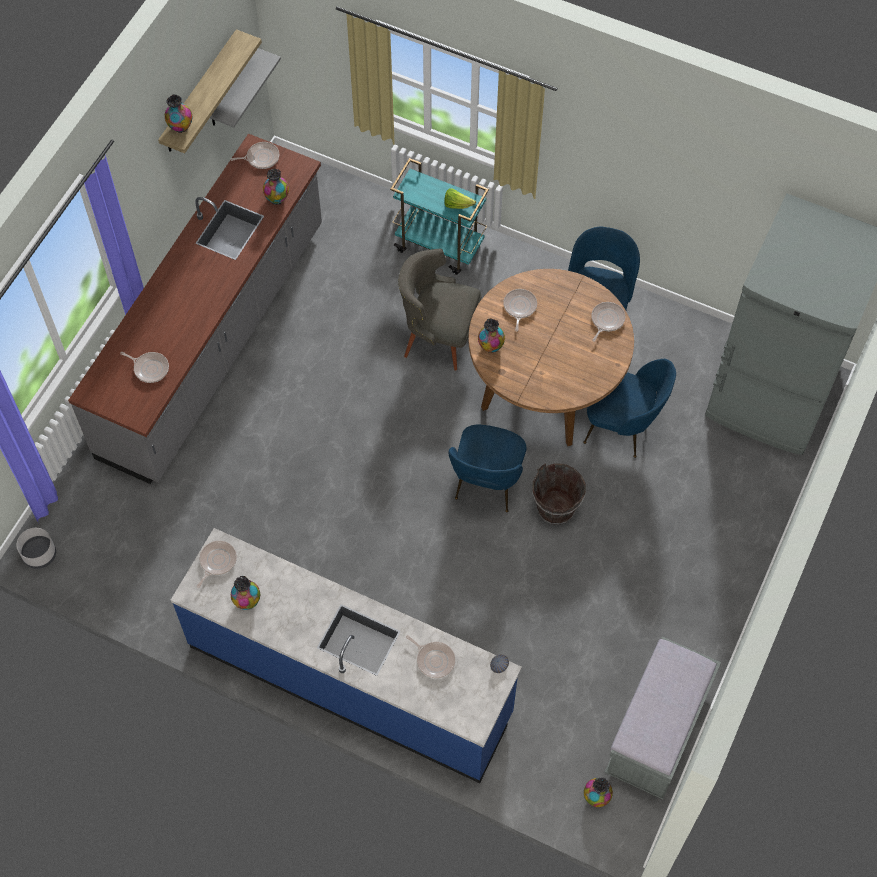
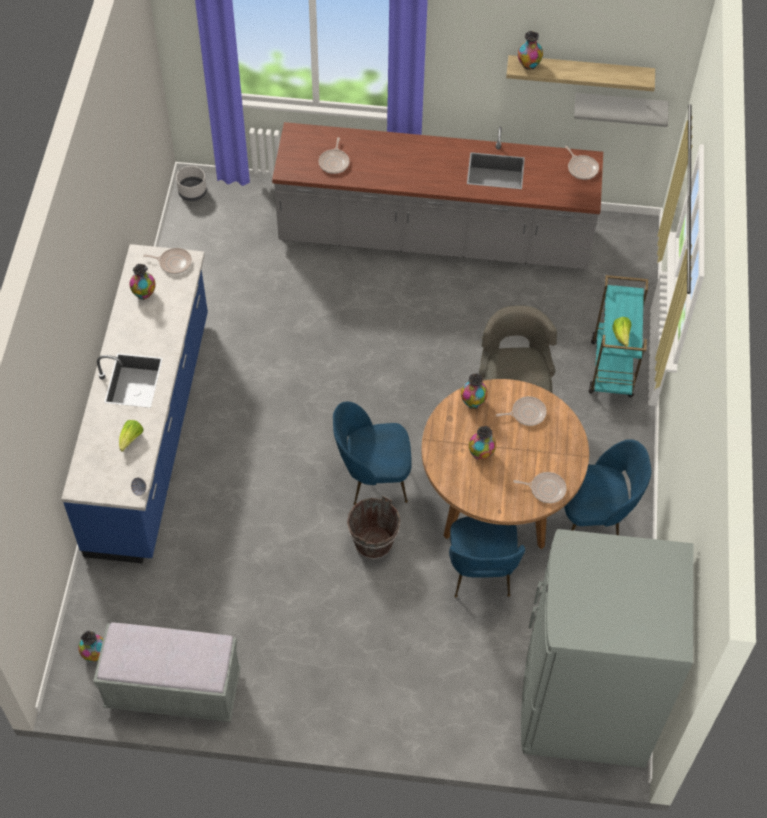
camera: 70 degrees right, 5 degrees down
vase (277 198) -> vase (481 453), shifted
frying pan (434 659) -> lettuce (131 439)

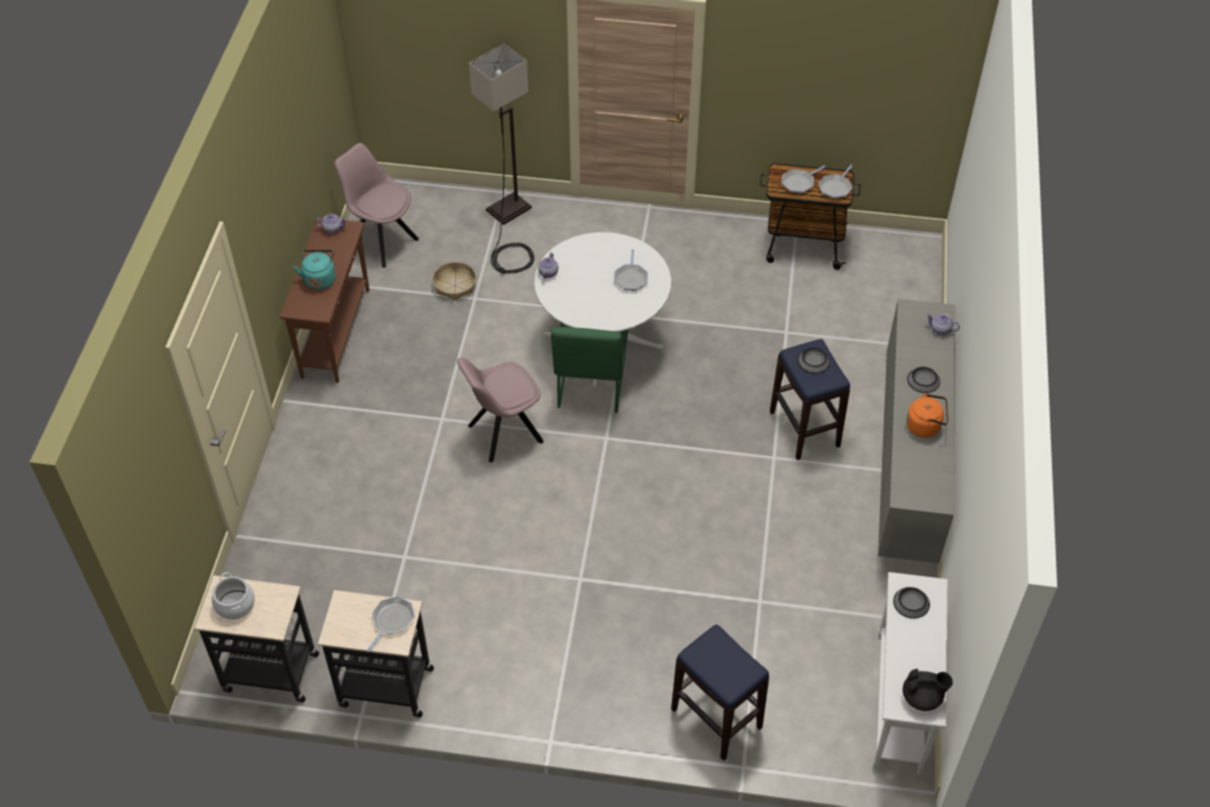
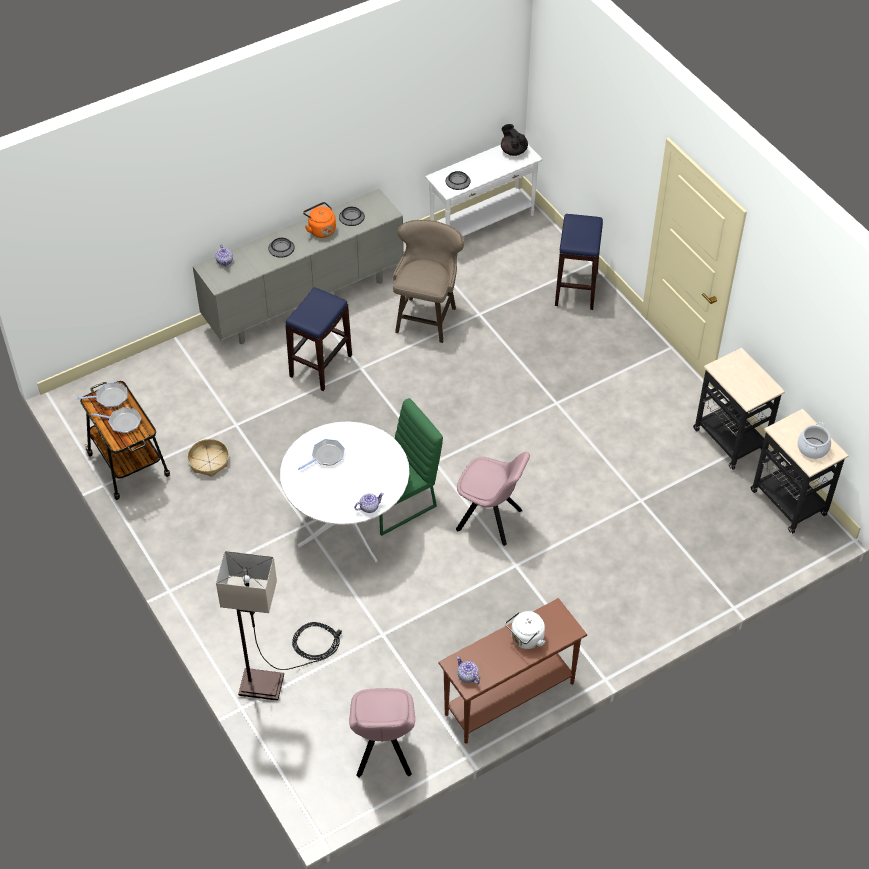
camera: 130 degrees left, 0 degrees up
frying pan (392 621) -> none
none -> beige stool (427 317)
basket (455 285) -> basket (209 462), shifted
bowl (813 361) -> bowl (351 217), shifted
turquoise kettle (319 279) -> white kettle (525 639)

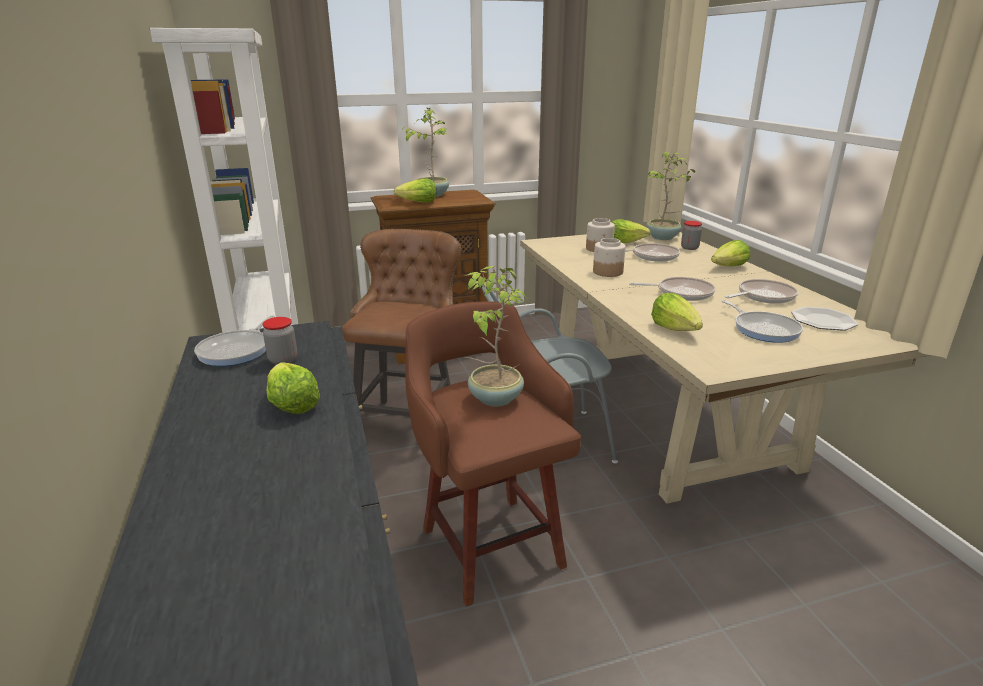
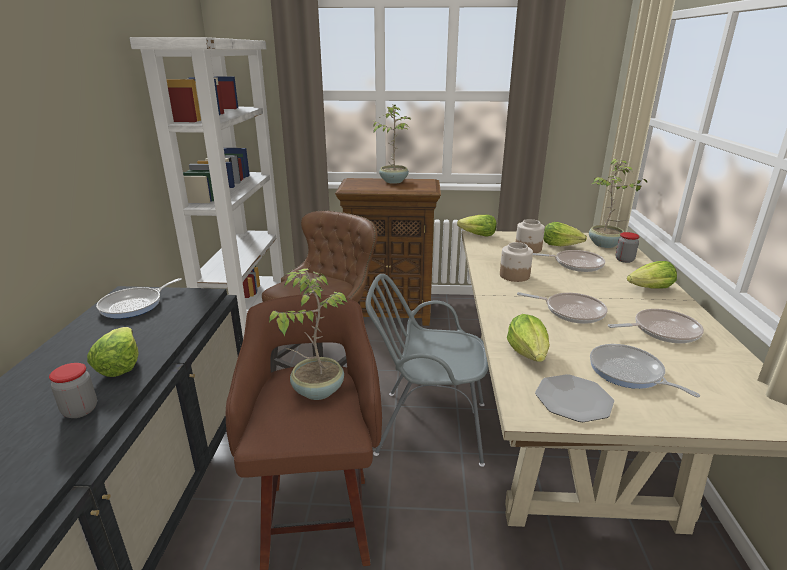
camera: 20 degrees right, 0 degrees up
jar (283 360) -> jar (80 410), shifted
lettuce (418 203) -> lettuce (477 235), shifted
plate (823 320) -> plate (573 399), shifted
frying pan (763 329) -> frying pan (629 373), 150 degrees clockwise

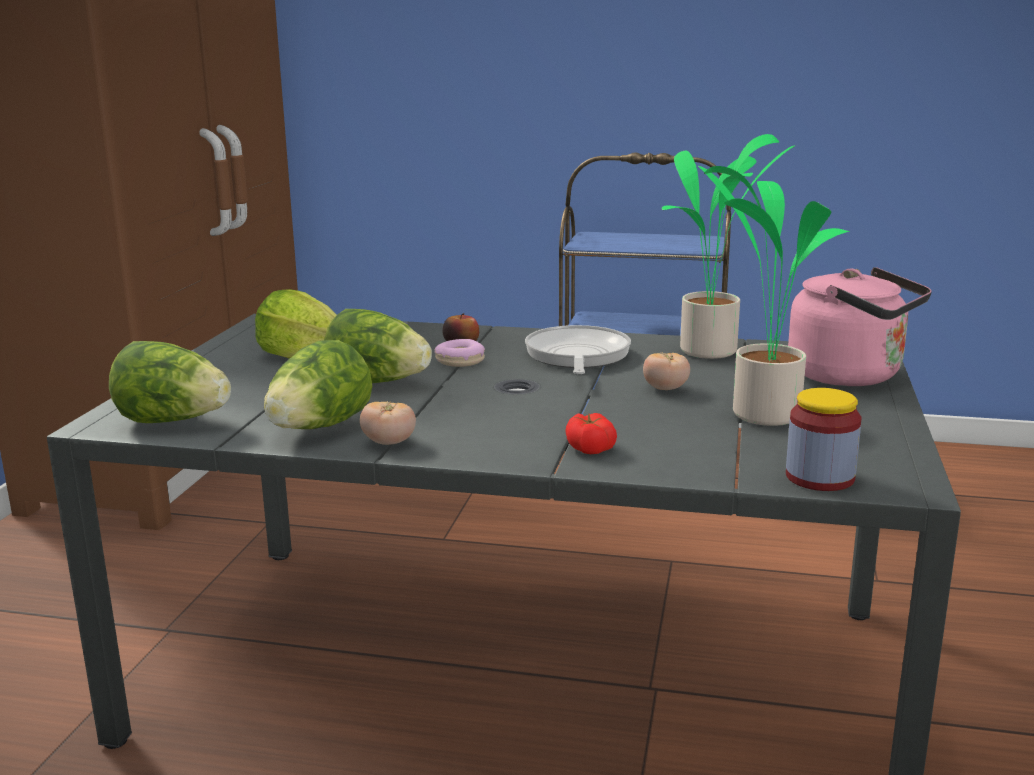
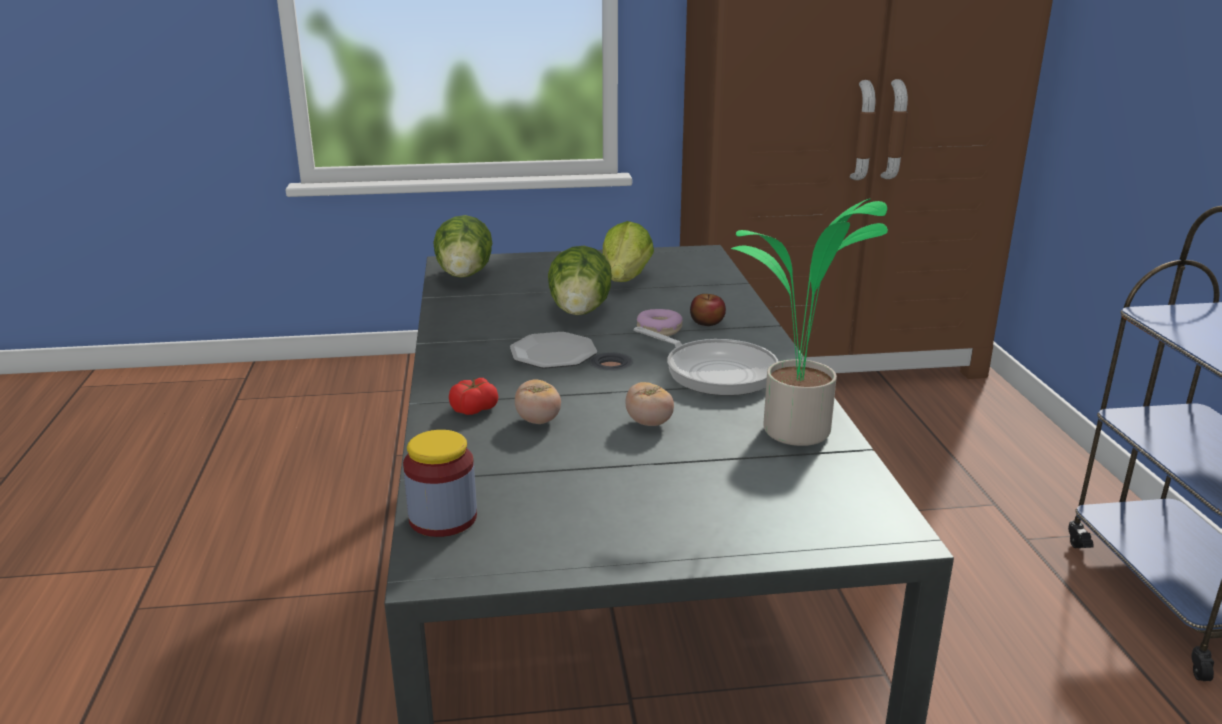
camera: 70 degrees right, 5 degrees up
lettuce (319 428) -> none
potted plant (761 414) -> none
pink kettle (852 376) -> none
none -> plate (553 354)
tomato (389 443) -> tomato (538 420), shifted
frying pan (577 356) -> frying pan (715 372), 60 degrees clockwise

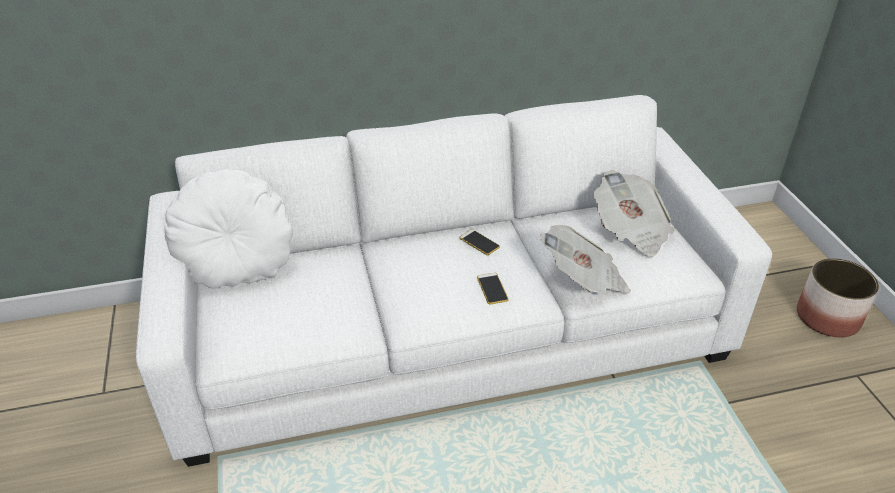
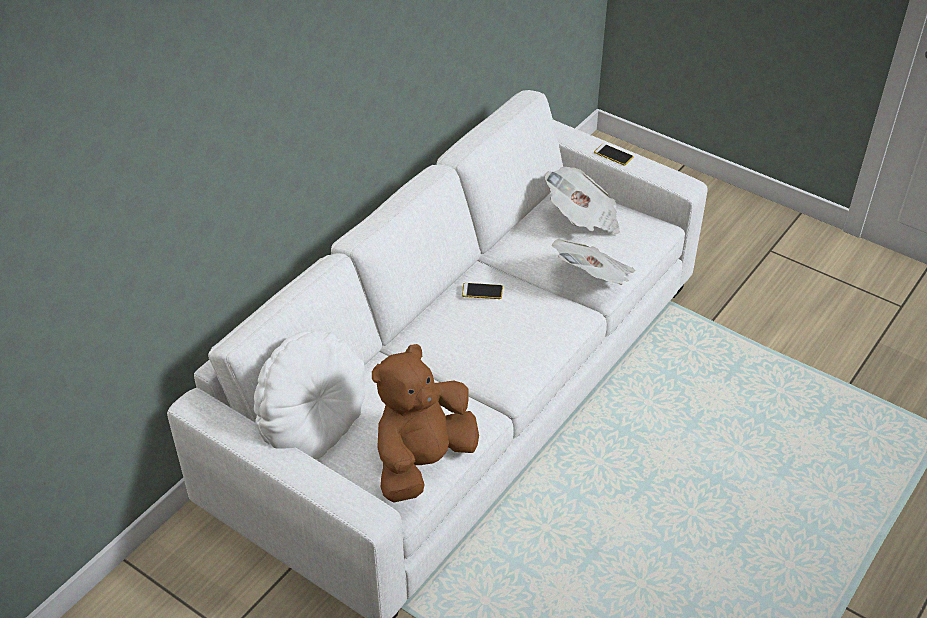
camera: 40 degrees left, 5 degrees up
planter (827 318) -> none
none -> brown plush toy (422 461)
phone (492 289) -> phone (613 155), shifted

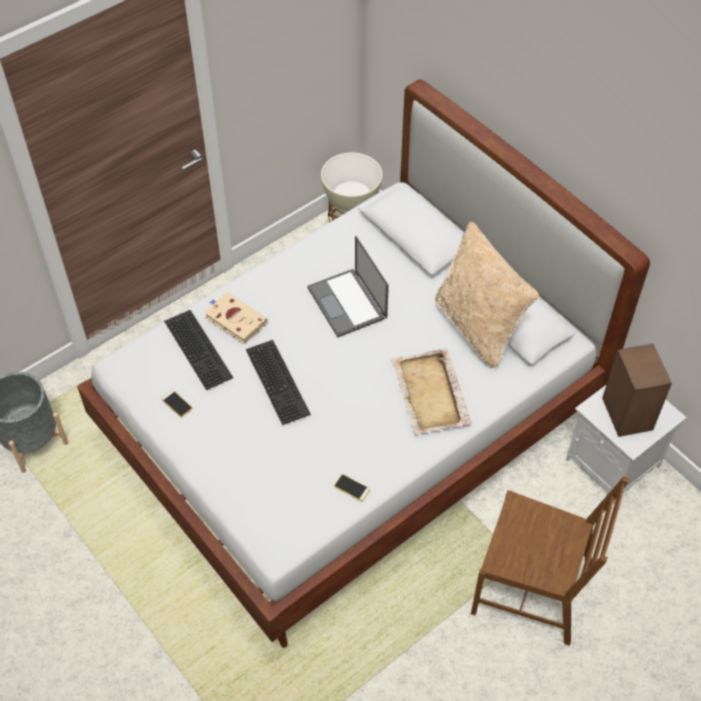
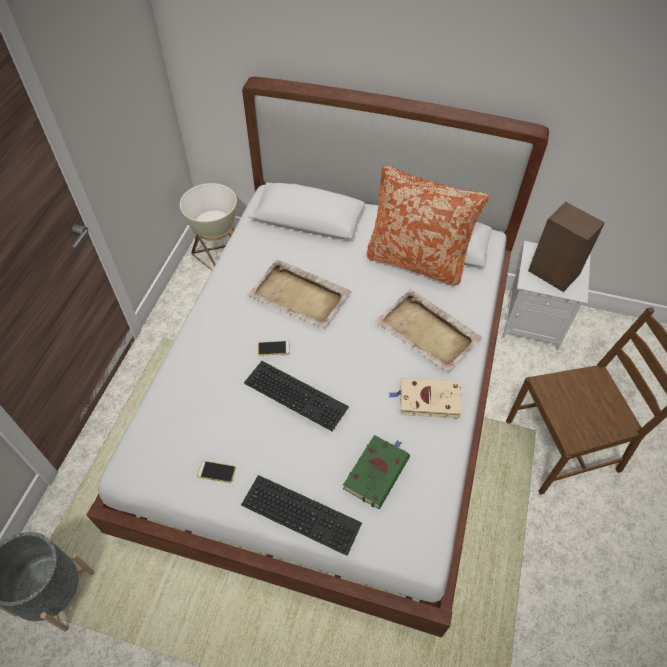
camera: 35 degrees left, 0 degrees up
none -> green book (377 471)
keyboard (200 349) -> keyboard (303 512), shifted
beige book (234 320) -> beige book (427 400), shifted
phone (352 488) -> phone (273 348), shifted
laptop (348 303) -> beige tray (300 296)
beige pillow (476 330) -> orange pillow (416 264)

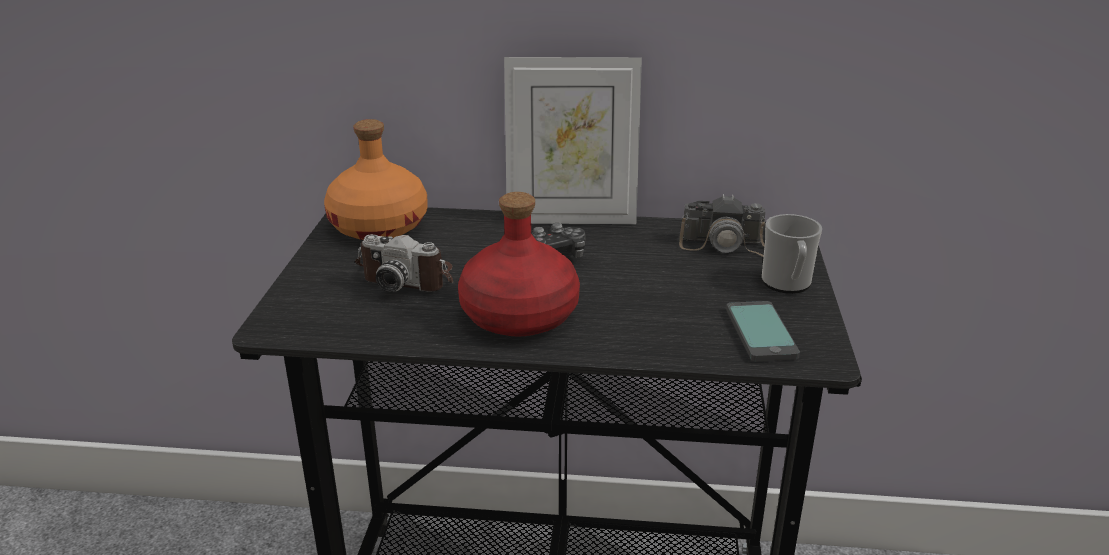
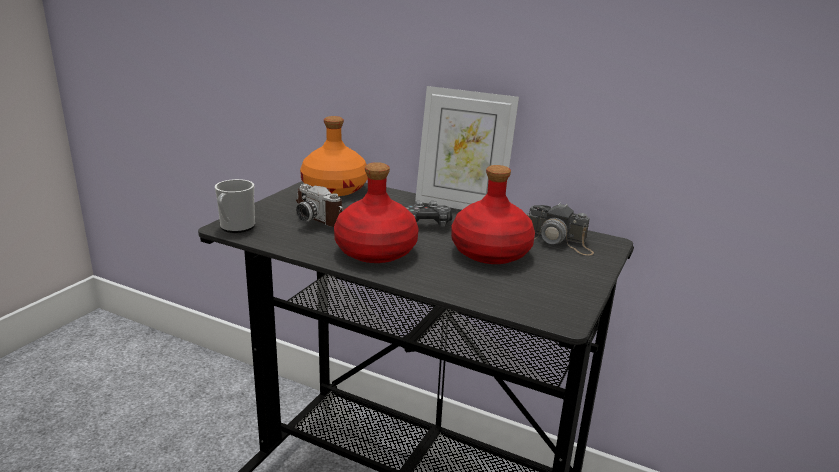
camera: 20 degrees right, 5 degrees down
phone (761 332) -> none
none -> red bottle (491 252)
mug (787 284) -> mug (235 228), shifted

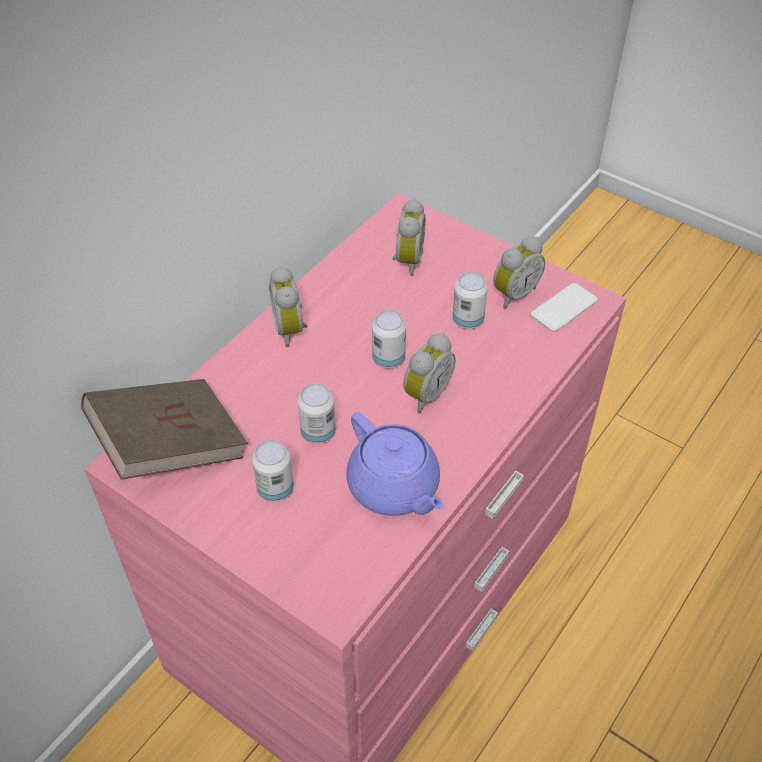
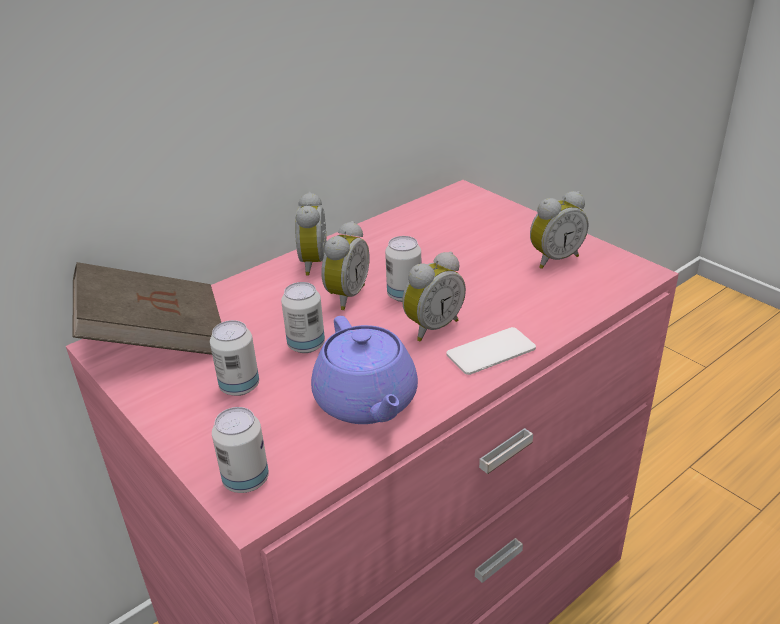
camera: 15 degrees right, 15 degrees down
alarm clock (406 261) -> alarm clock (344 296), shifted
can (467 320) -> can (246 480), shifted
phone (564 308) -> phone (491 352), shifted

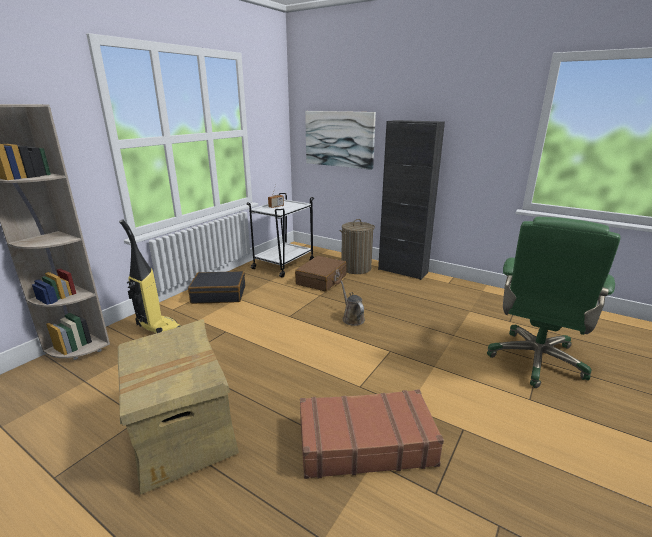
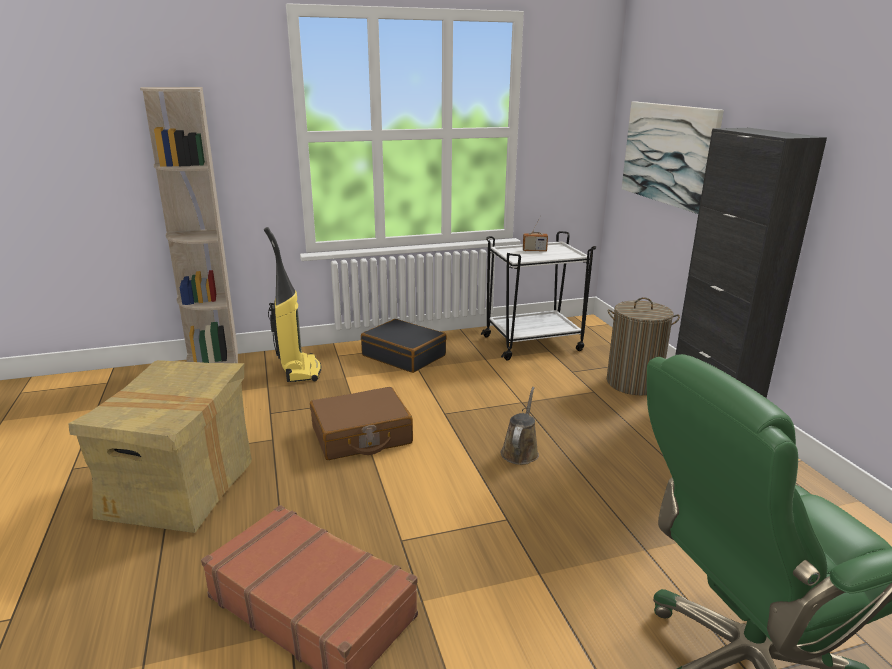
camera: 40 degrees right, 0 degrees up
brown suitcase (321 280) -> brown suitcase (361 436), shifted

